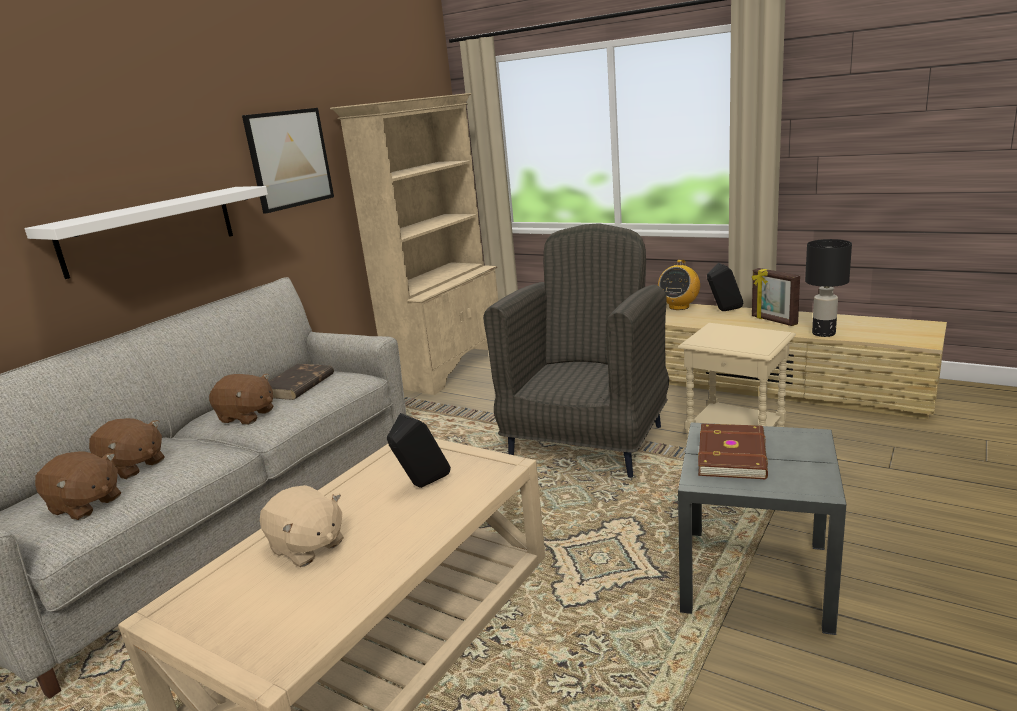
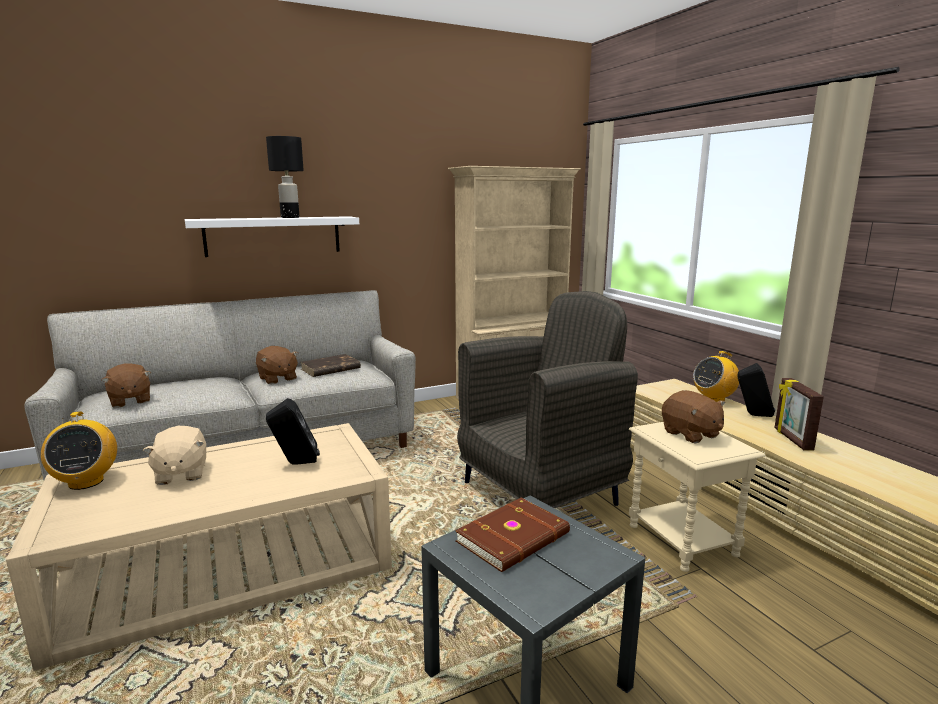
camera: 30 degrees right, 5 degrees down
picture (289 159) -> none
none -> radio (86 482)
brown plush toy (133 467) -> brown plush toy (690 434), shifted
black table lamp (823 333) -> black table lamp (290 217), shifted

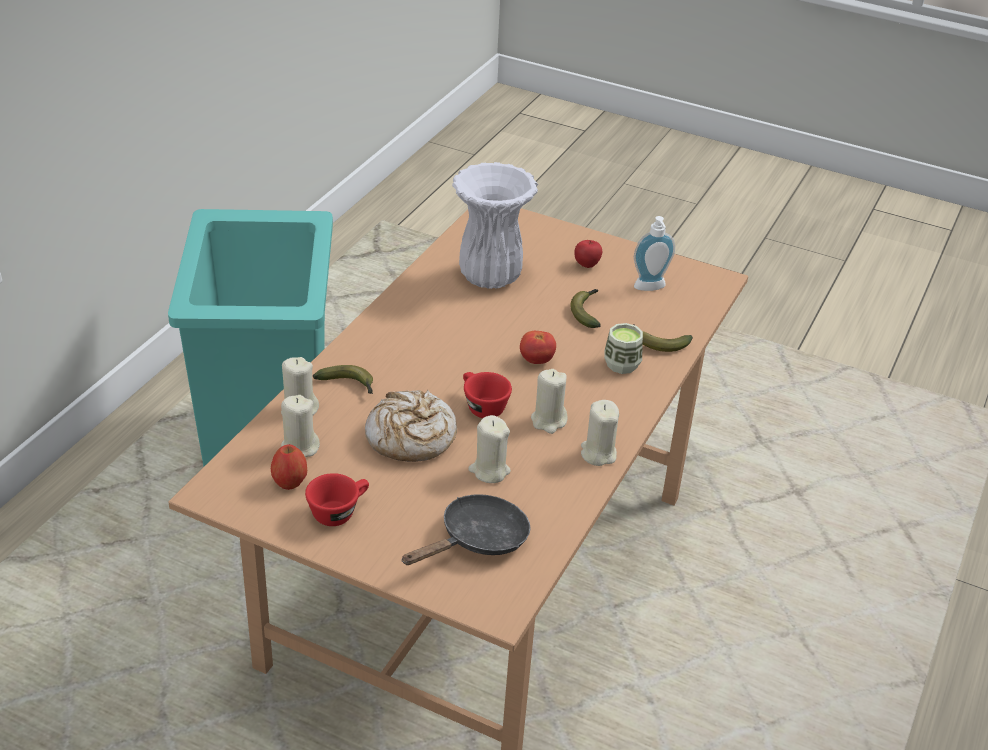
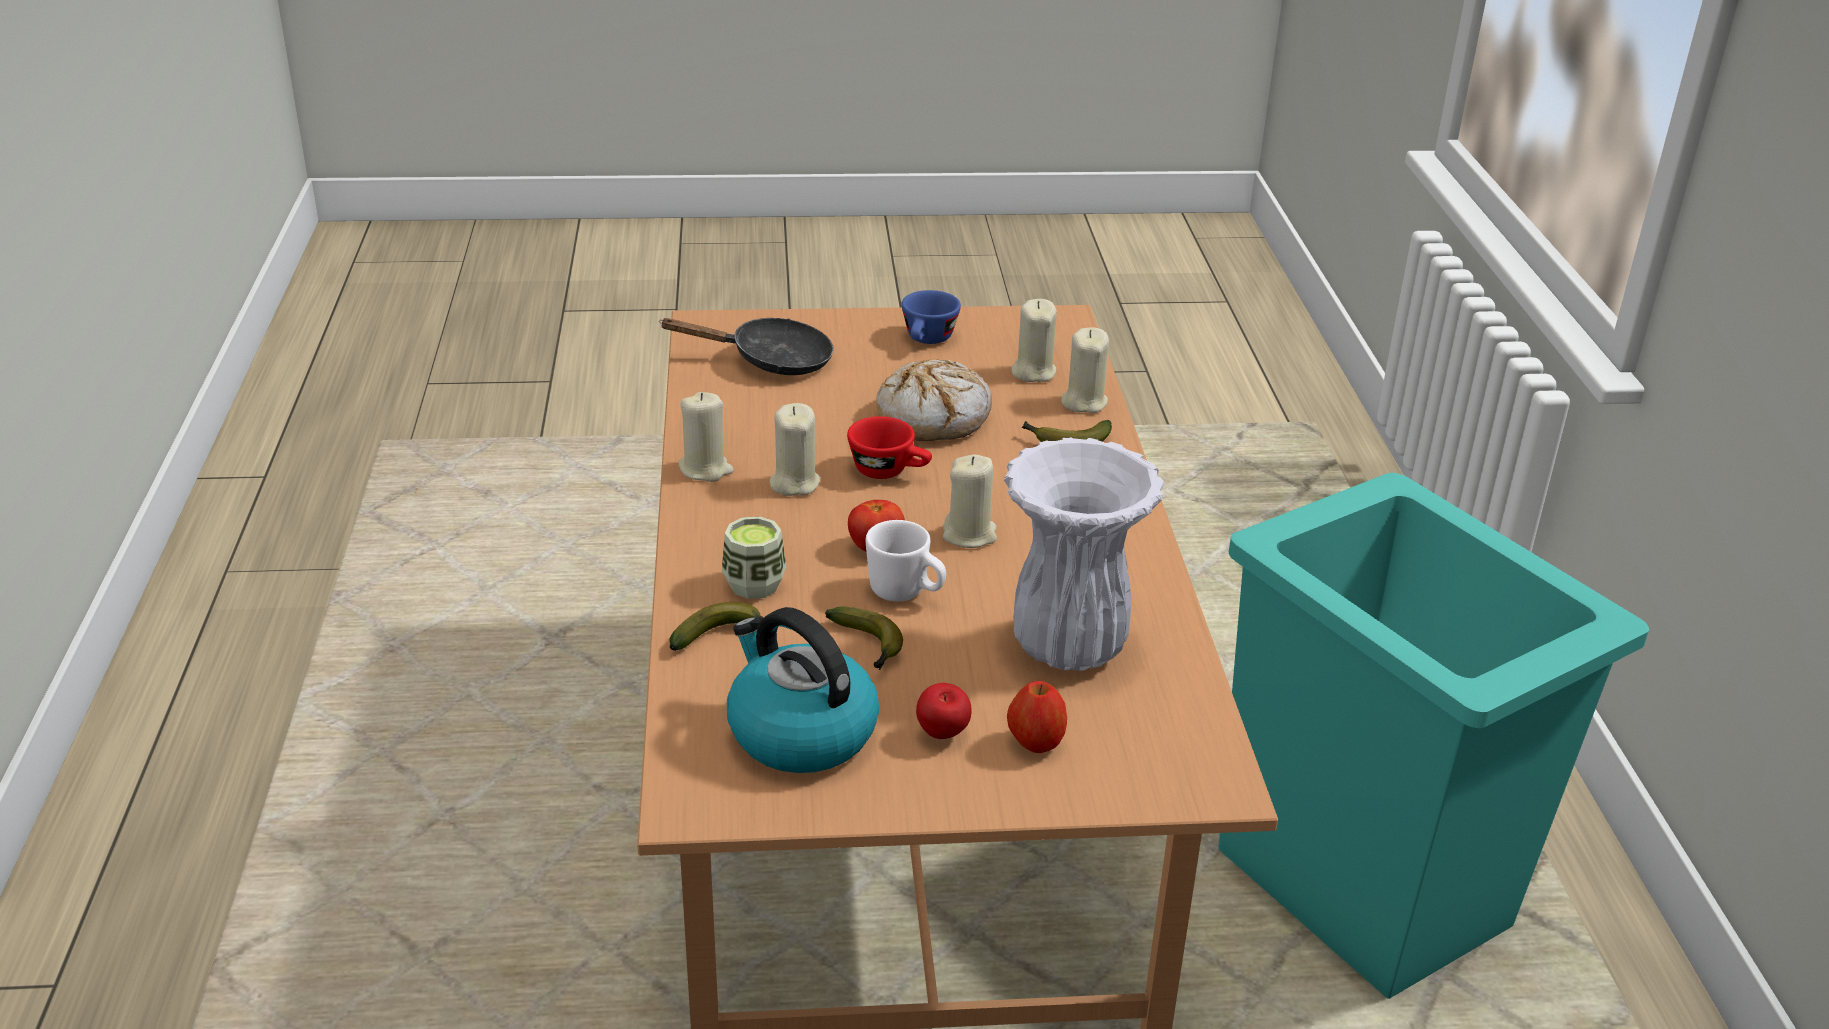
camera: 150 degrees right, 5 degrees down
none -> white mug (906 593)
apple (290 482) -> apple (1035 743), shifted
beige candle (489 470) -> beige candle (970 535), shifted
soap dispenser (650 288) -> kettle (799 733)
red cup (339 511) -> blue cup (928 341)
black frying pan (477 540) -> black frying pan (771 360), 105 degrees counterclockwise

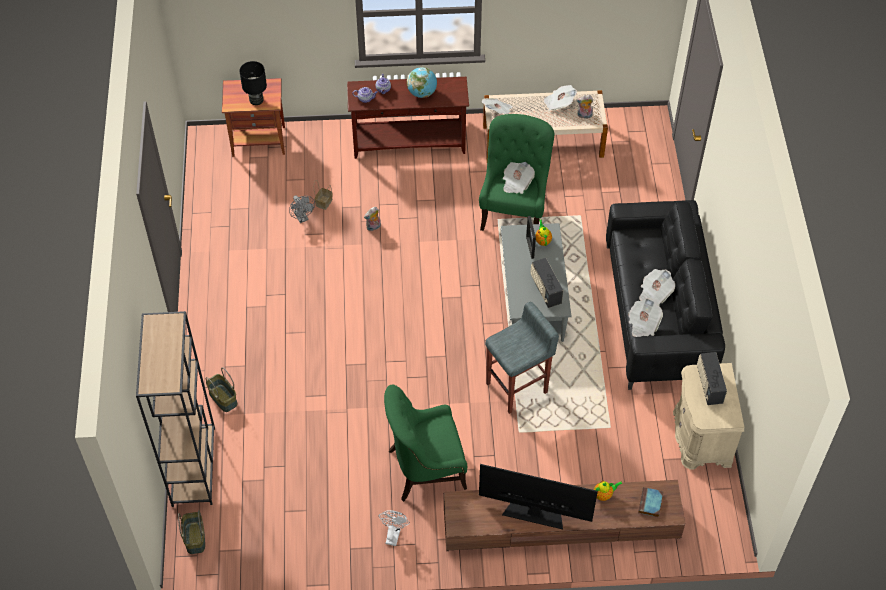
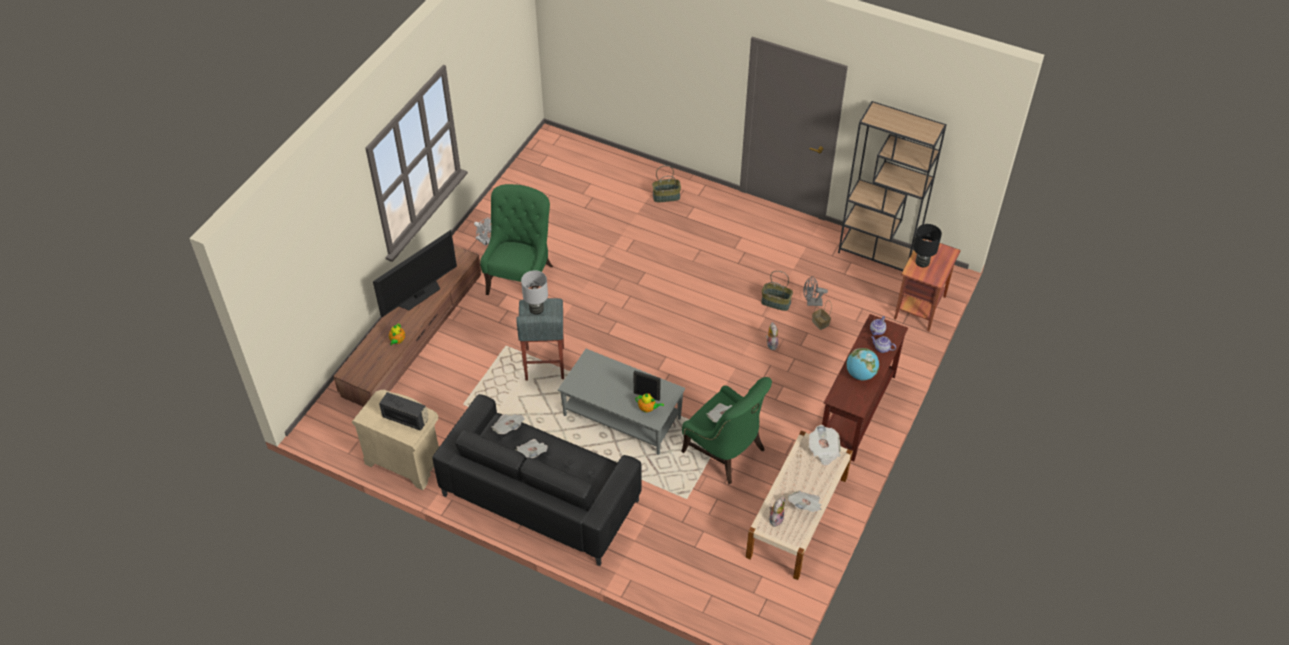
camera: 120 degrees right, 5 degrees down
radio (545 290) -> none
book (650 504) -> none
none -> grey table lamp (536 309)
bookcase (193 466) -> bookcase (878 253), shifted
basket (194 537) -> basket (776 302), shifted

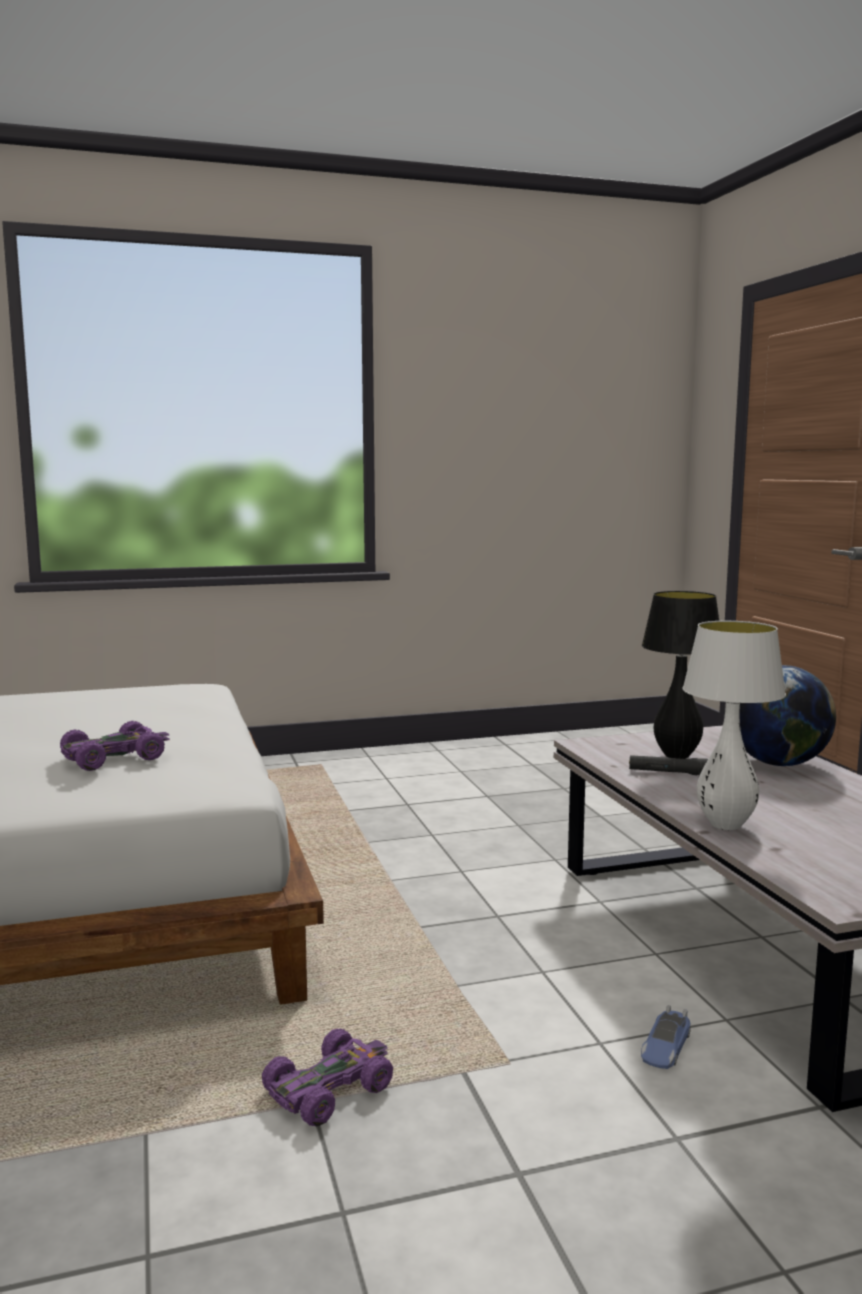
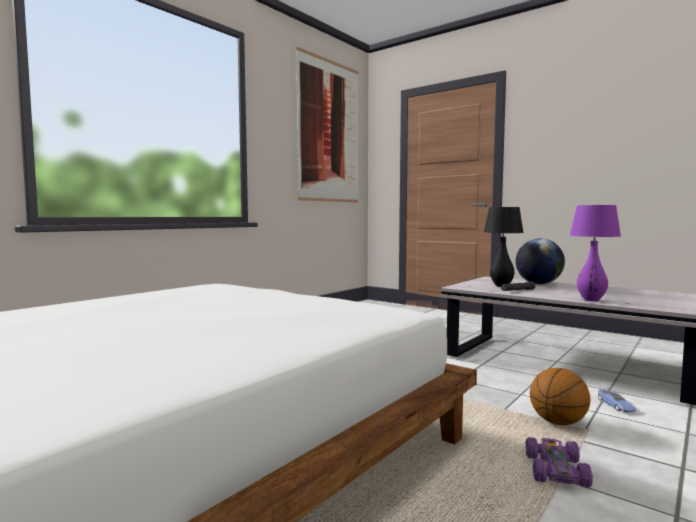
camera: 35 degrees left, 5 degrees down
purple toy car (115 757) -> none
none -> picture (329 131)
none -> basketball (558 422)
white table lamp (725 825) -> purple table lamp (591 300)

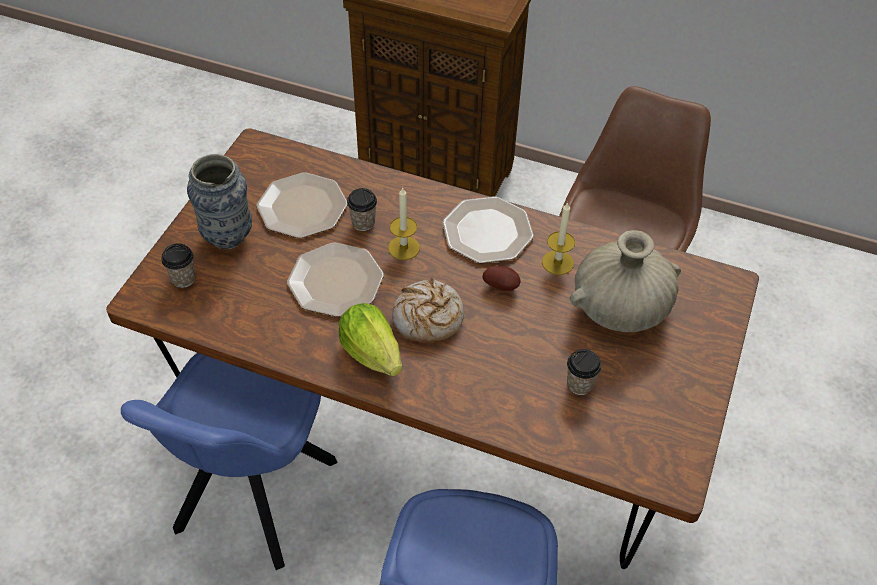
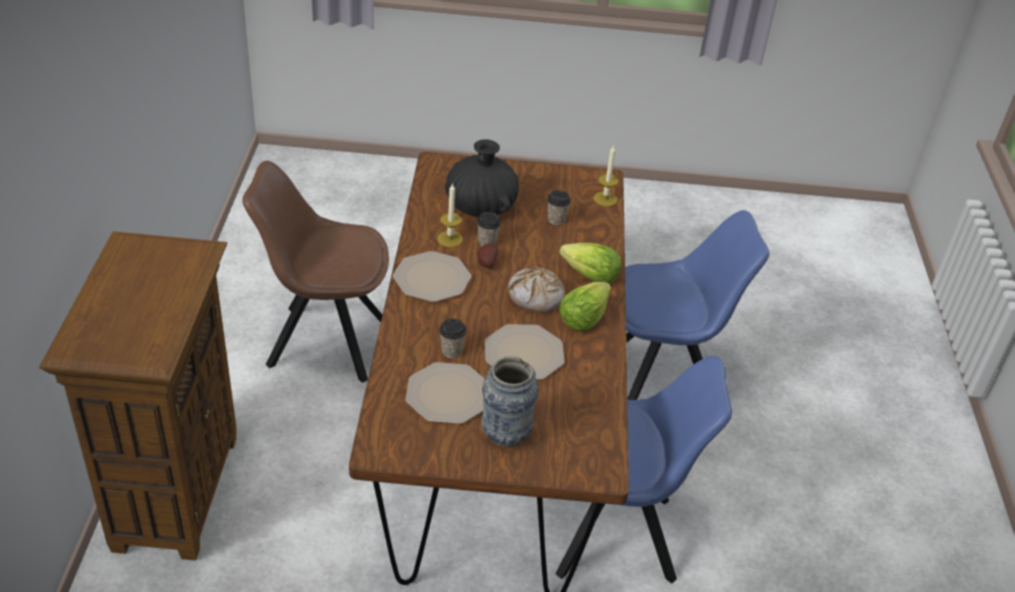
camera: 110 degrees left, 10 degrees down
none -> lettuce (591 276)
cup (183 279) -> cup (487 242), shifted
candle (403 248) -> candle (605 199), shifted
beige vase (620 308) -> black vase (481 207)

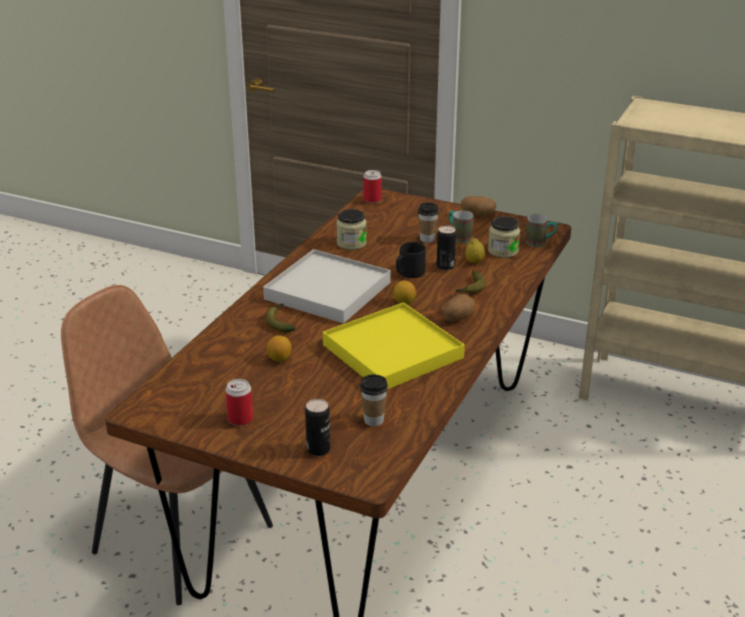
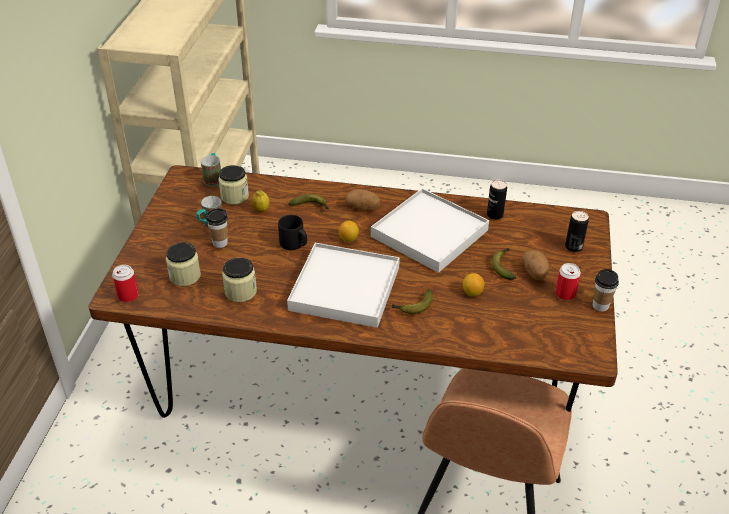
camera: 105 degrees left, 10 degrees up
none -> jar (185 276)
none -> banana (503 266)
cup (373 420) -> cup (600 306), shifted
can (445 266) -> can (495 215), shifted
potato (477 215) -> potato (535 273), shifted
yellow tray (392 351) -> white tray (430 233)

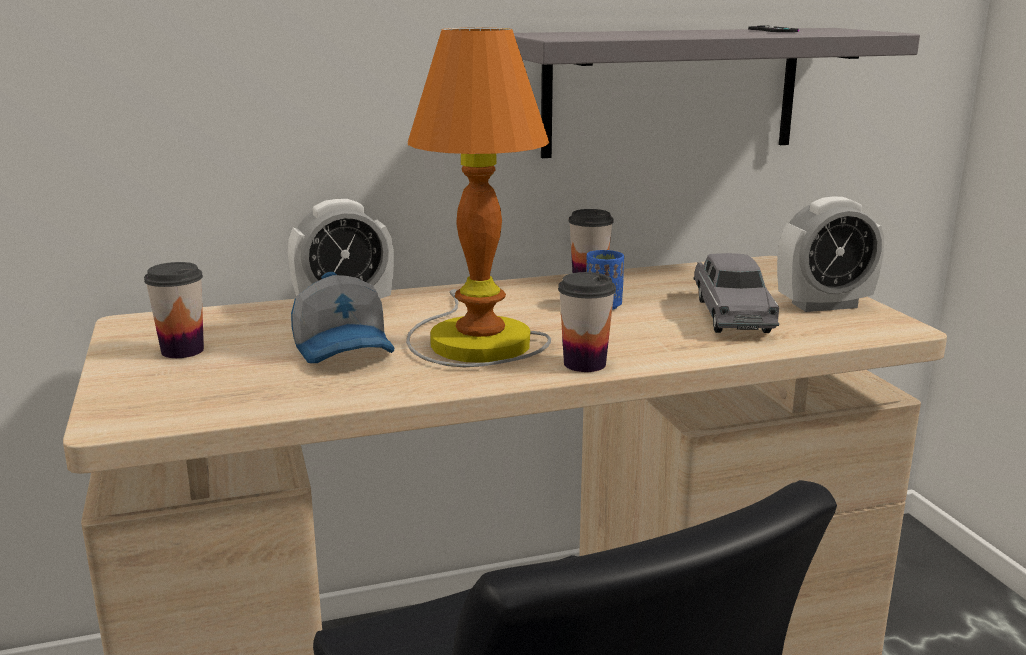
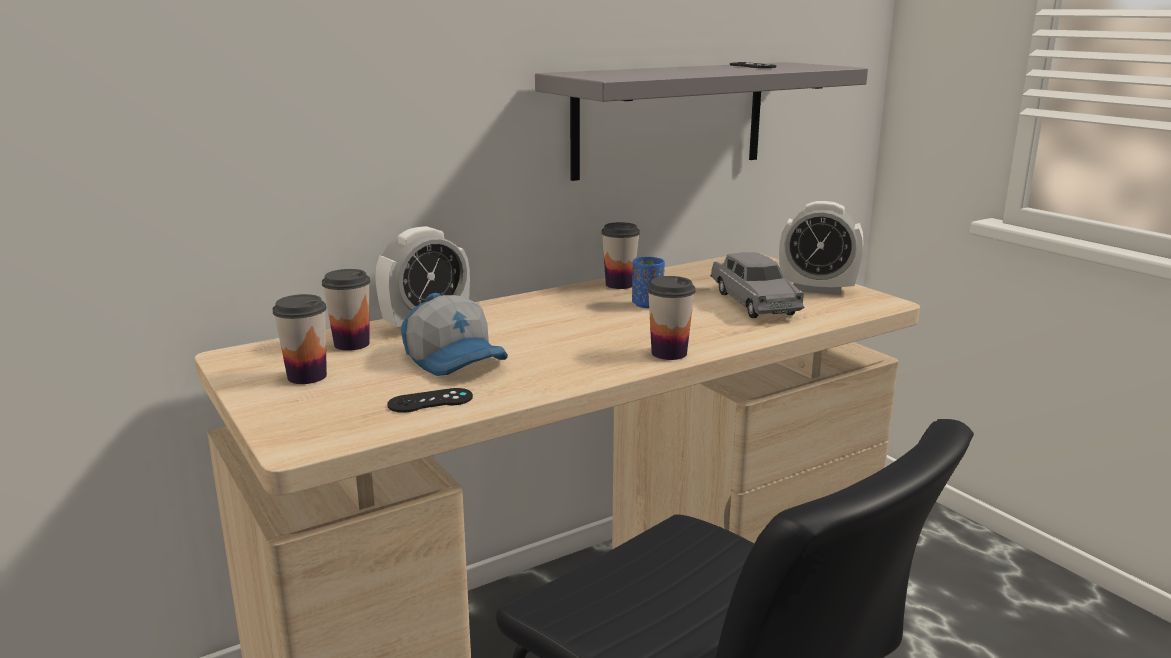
camera: 15 degrees left, 0 degrees up
table lamp (472 340) -> none
none -> cup (351 344)
none -> black game controller (430 401)
alarm clock (824 305) -> alarm clock (817 289), 45 degrees clockwise

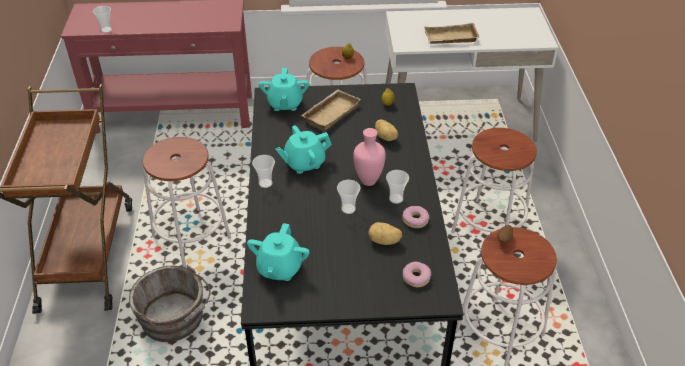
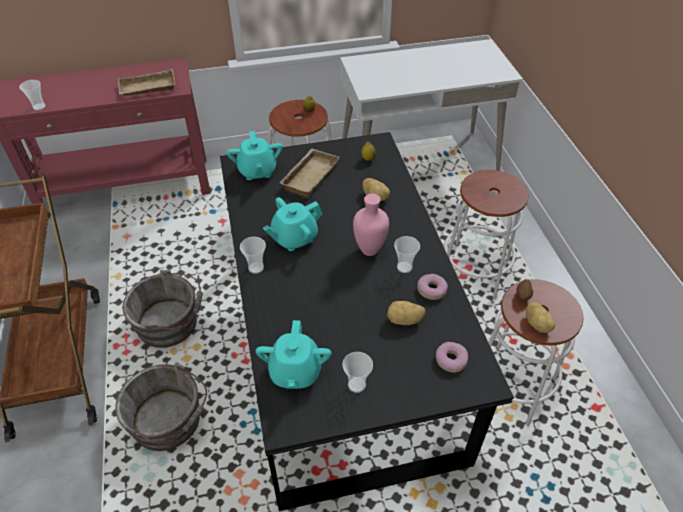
camera: 10 degrees left, 5 degrees up
none -> potato (537 324)
cup (348 209) -> cup (357 384), shifted
beige tray (450 38) -> beige tray (147 88), shifted
white stool (191 237) -> grey bucket (171 323)

